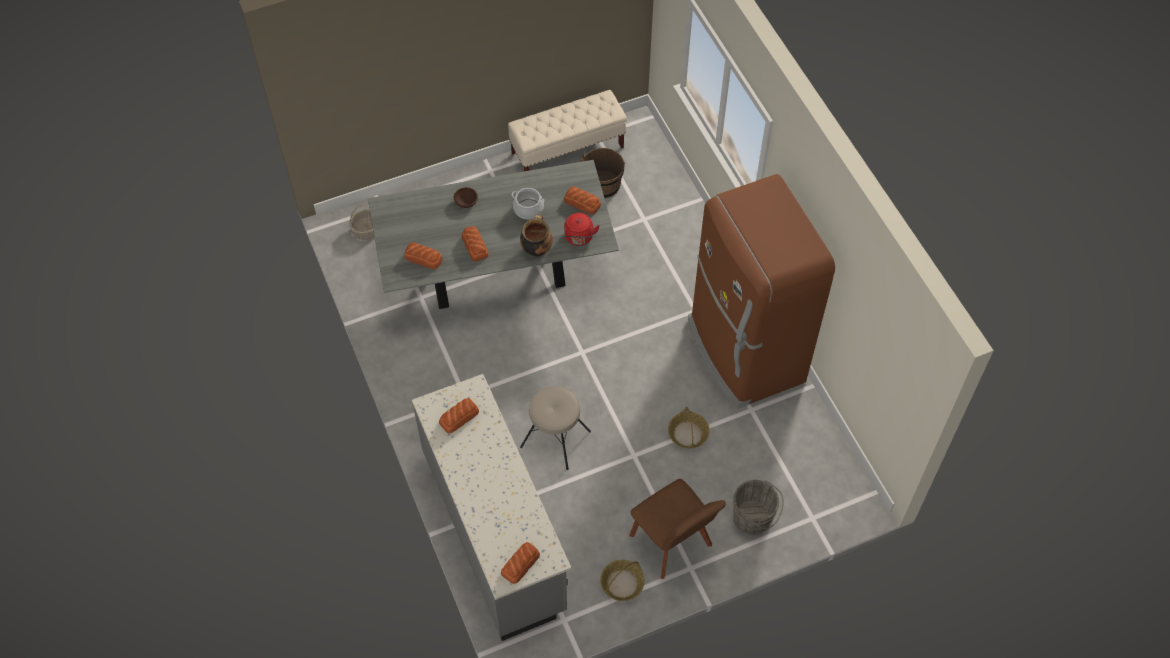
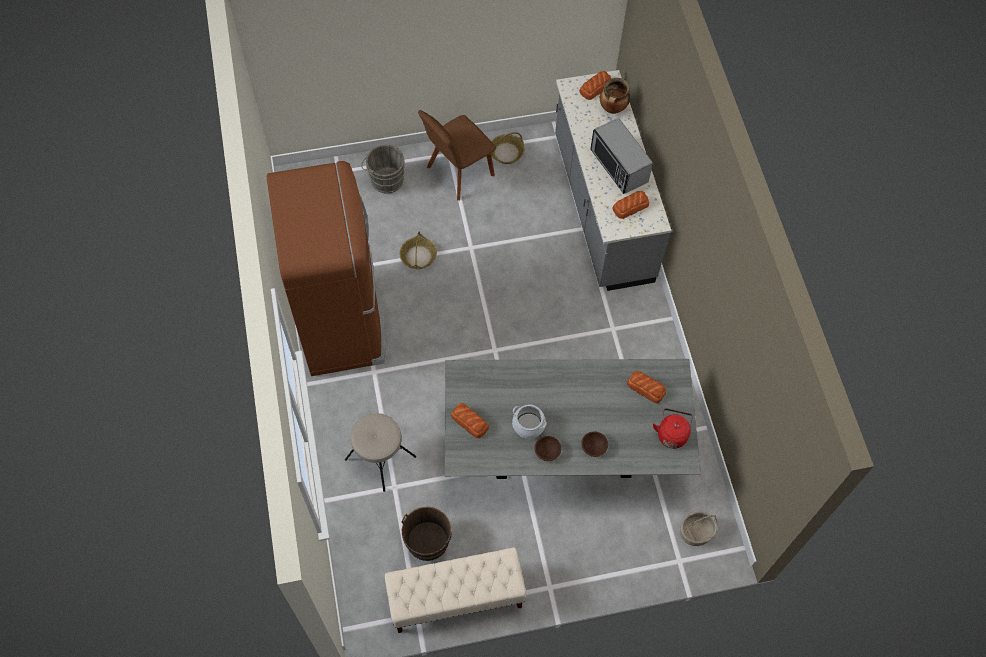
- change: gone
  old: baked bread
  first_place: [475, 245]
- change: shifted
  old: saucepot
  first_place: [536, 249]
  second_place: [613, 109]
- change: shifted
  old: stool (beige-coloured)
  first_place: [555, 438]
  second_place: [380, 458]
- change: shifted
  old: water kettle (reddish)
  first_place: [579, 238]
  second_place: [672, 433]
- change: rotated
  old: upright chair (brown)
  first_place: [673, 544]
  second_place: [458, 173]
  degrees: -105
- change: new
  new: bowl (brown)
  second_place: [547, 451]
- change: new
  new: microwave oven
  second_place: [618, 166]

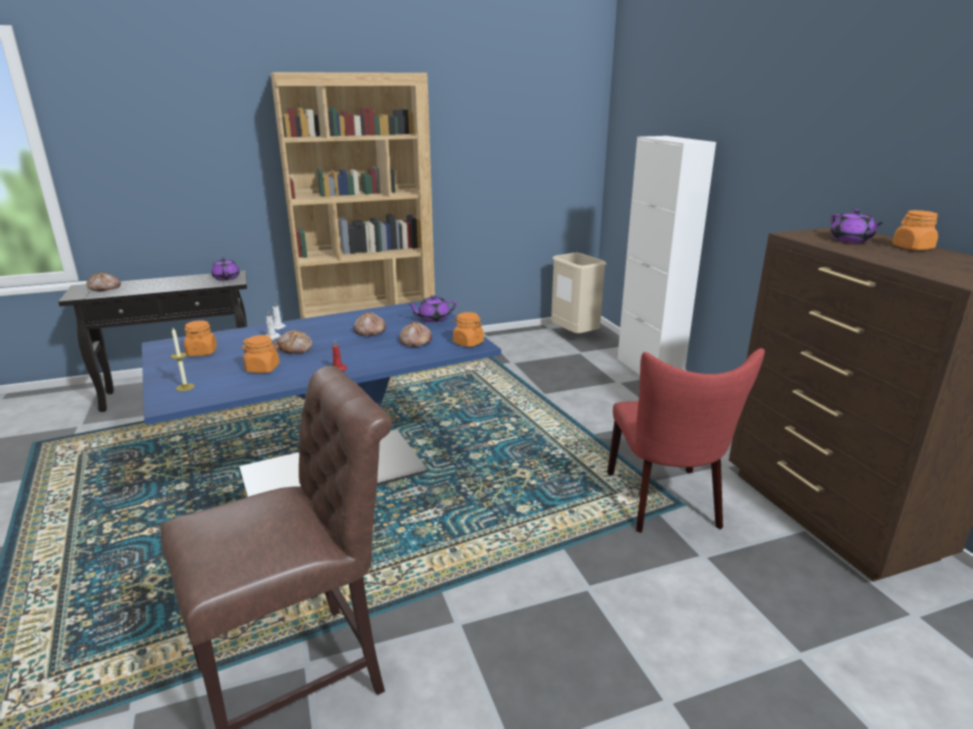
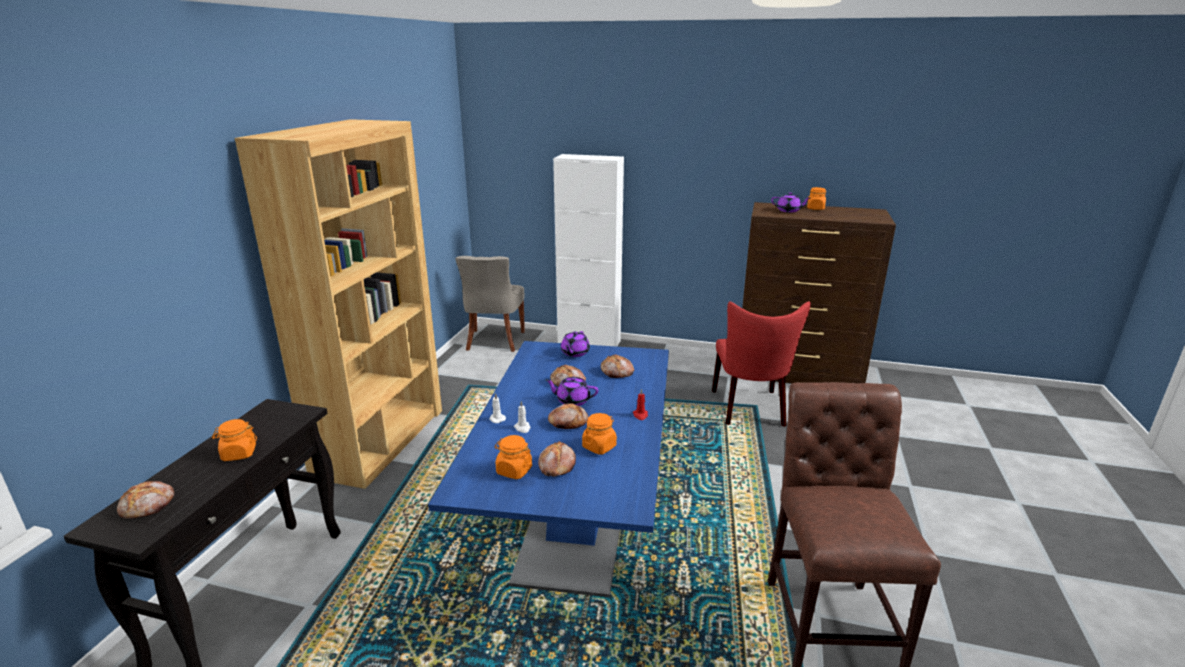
- change: gone
  old: wax light
  first_place: [185, 387]
- change: shifted
  old: teapot (purplish)
  first_place: [226, 278]
  second_place: [572, 400]
- change: shifted
  old: jar (orangey)
  first_place: [468, 343]
  second_place: [239, 454]
- change: swapped
  old: waste bin (beige-coloured)
  new: upright chair (grey)
  first_place: [574, 335]
  second_place: [494, 341]
- change: rotated
  old: upright chair (reddish)
  first_place: [666, 504]
  second_place: [750, 410]
  degrees: 60
- change: new
  new: baked bread
  second_place: [556, 466]

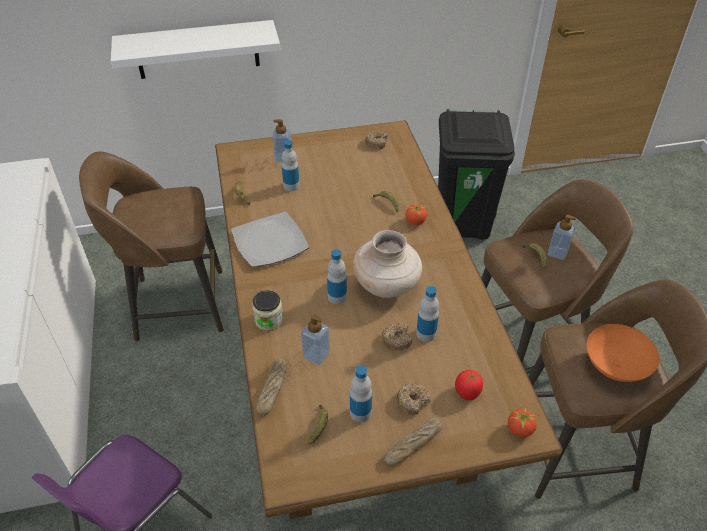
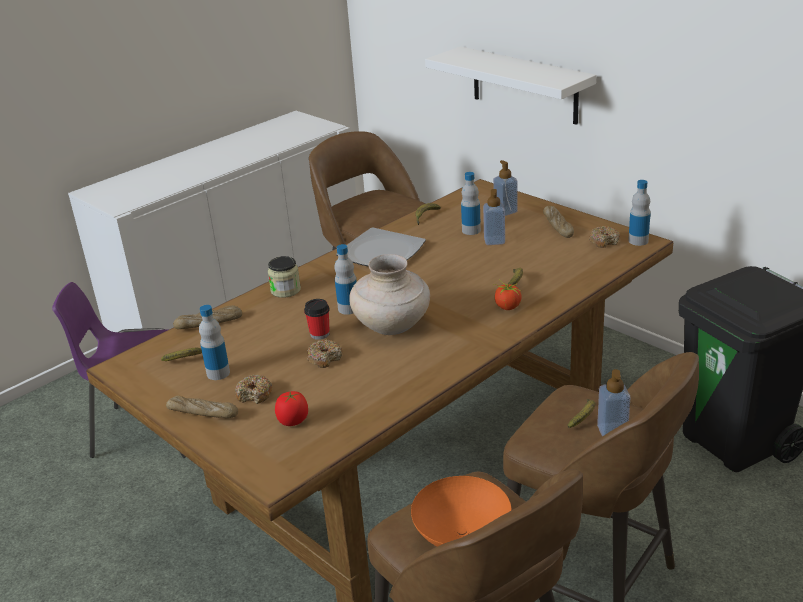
- change: shifted
  old: liquid soap bottle
  first_place: [316, 355]
  second_place: [494, 241]
- change: shifted
  old: drink bottle
  first_place: [426, 334]
  second_place: [638, 241]
- change: gone
  old: fresh tomato
  first_place: [519, 430]
- change: new
  new: drinking cup
  second_place: [320, 334]
- change: new
  new: baked bread
  second_place: [558, 226]

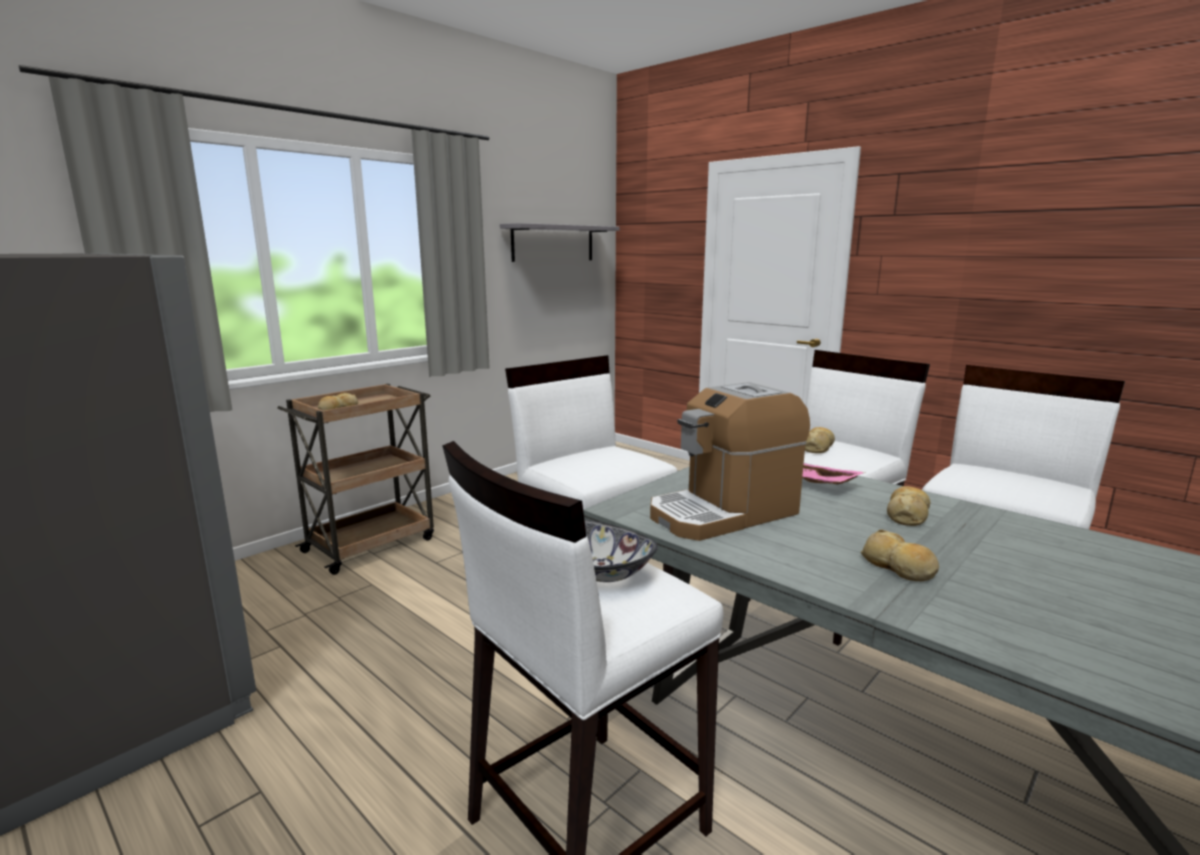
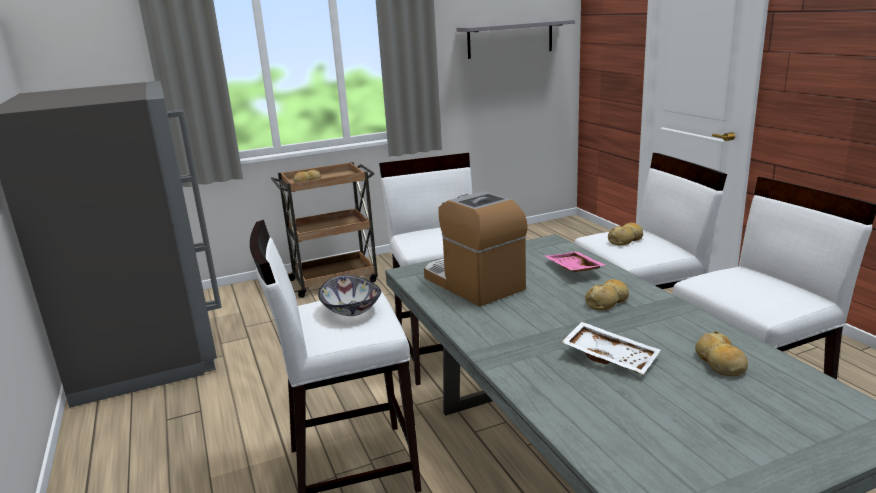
- change: rotated
  old: coffee maker
  first_place: [724, 513]
  second_place: [473, 283]
  degrees: 60
- change: shifted
  old: baked bread
  first_place: [898, 567]
  second_place: [720, 363]
- change: new
  new: carrying tray (whitish)
  second_place: [611, 356]

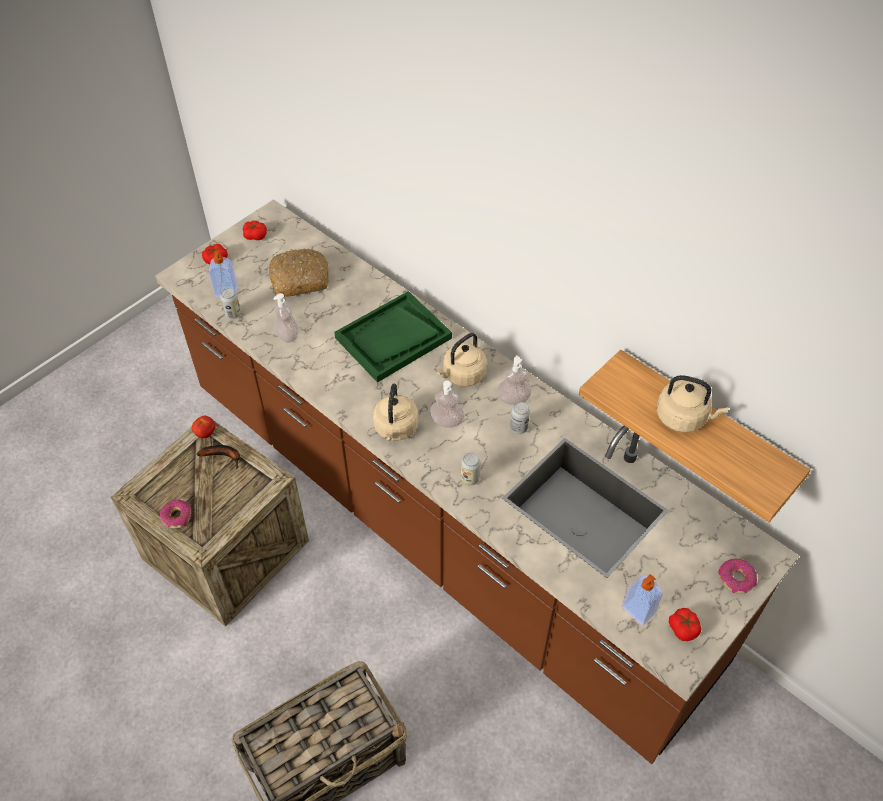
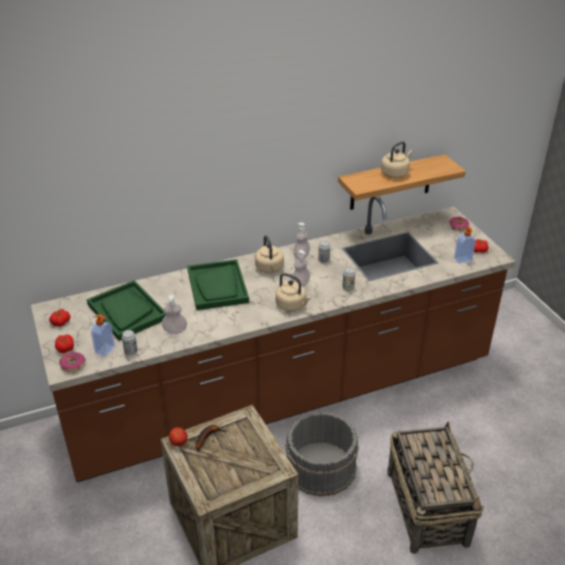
- change: shifted
  old: donut
  first_place: [177, 516]
  second_place: [73, 365]
- change: swapped
  old: baked bread
  new: carrying tray (greenish)
  first_place: [300, 279]
  second_place: [127, 311]
- change: new
  new: pail (grey)
  second_place: [320, 466]

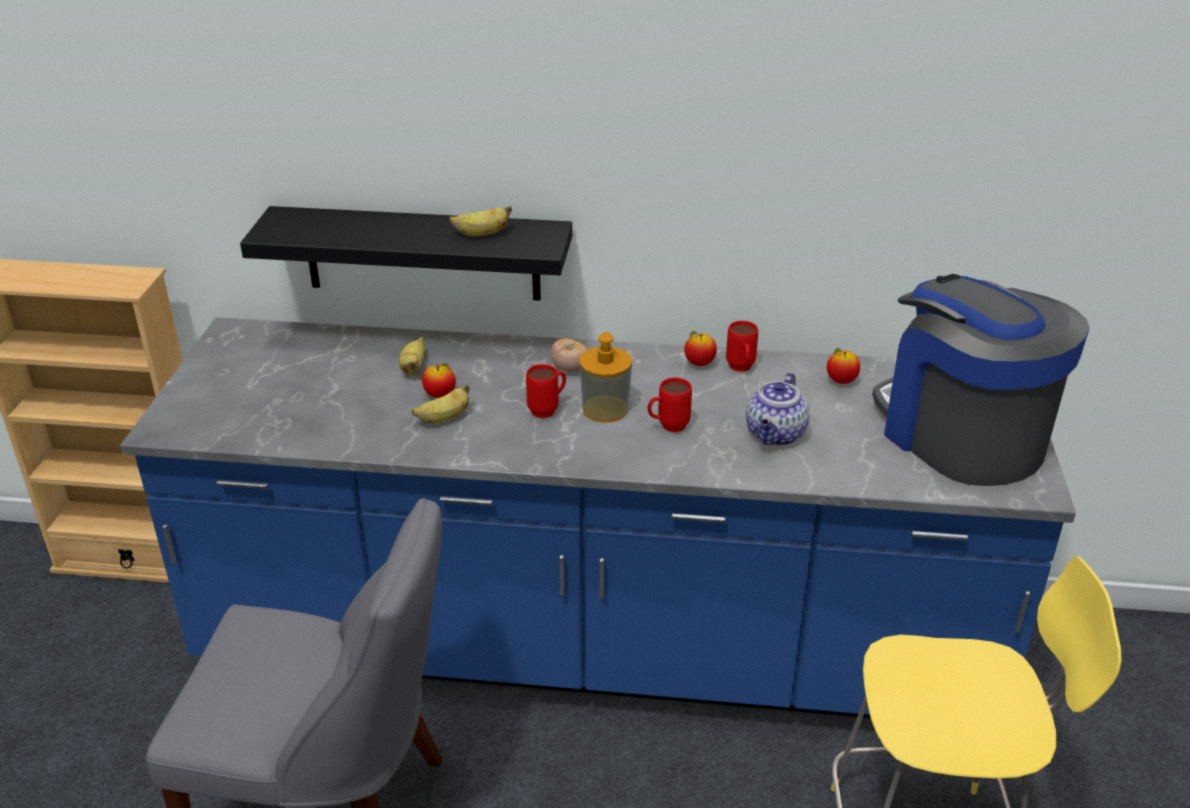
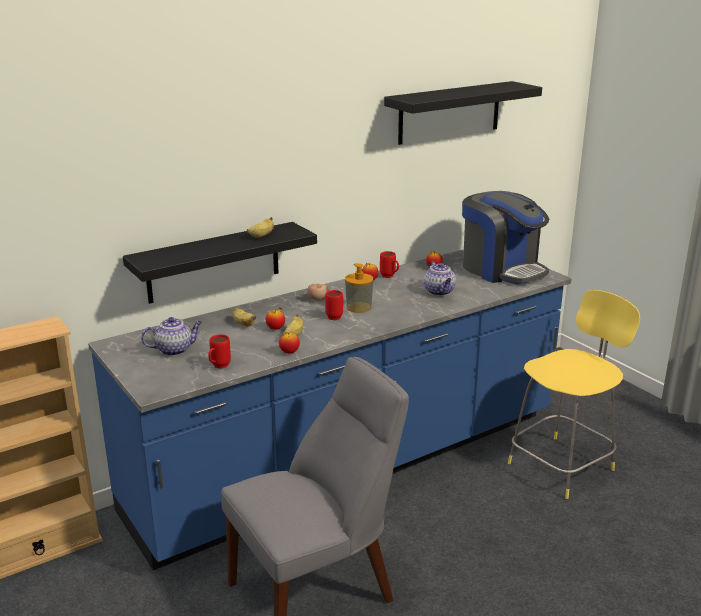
- change: shifted
  old: tea mug (reddish)
  first_place: [667, 427]
  second_place: [218, 367]
- change: rotated
  old: coffee maker
  first_place: [960, 435]
  second_place: [502, 269]
  degrees: -150
- change: new
  new: teapot
  second_place: [174, 350]
- change: new
  new: whole apple
  second_place: [289, 352]
- change: new
  new: shelf (black)
  second_place: [449, 112]

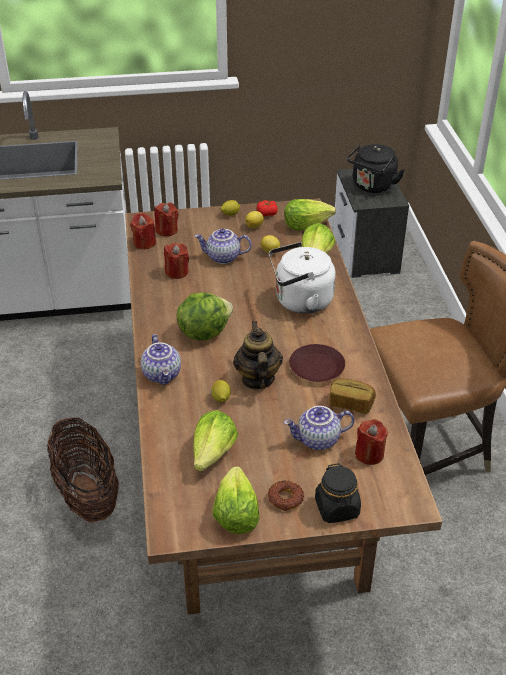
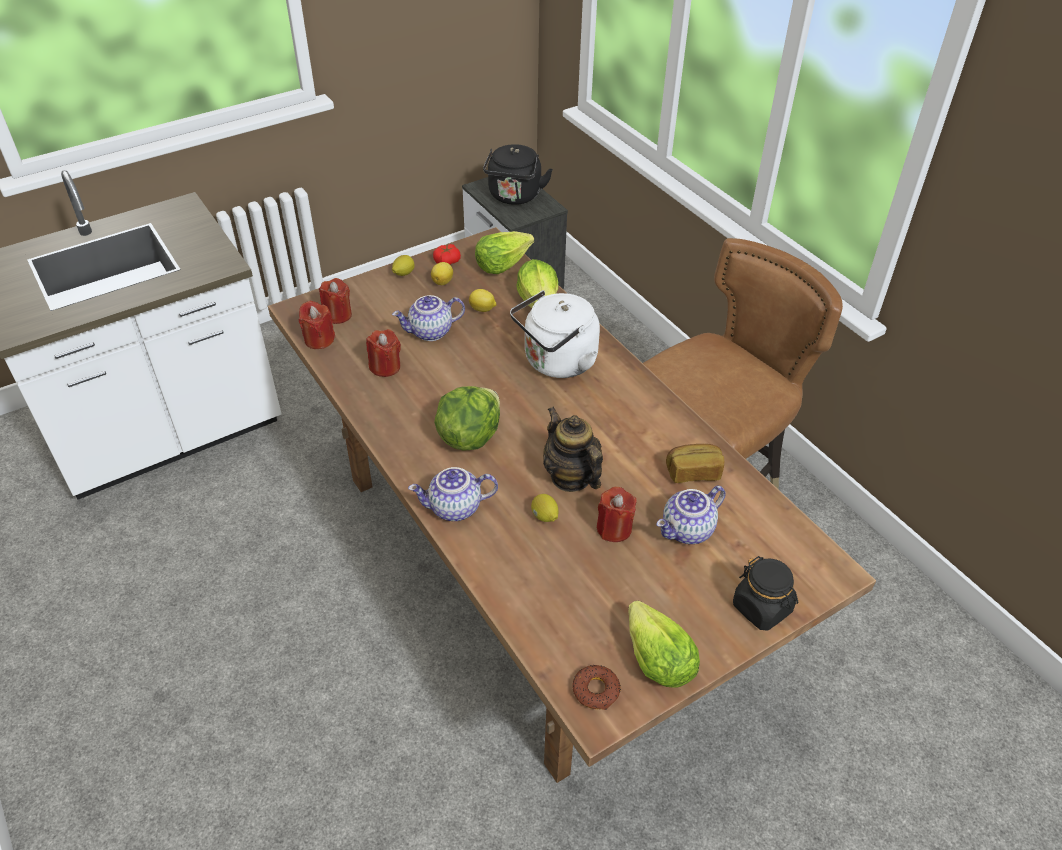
- change: gone
  old: household basket
  first_place: [87, 494]
- change: rotated
  old: teapot
  first_place: [163, 374]
  second_place: [454, 509]
  degrees: 120
- change: gone
  old: head of lettuce
  first_place: [213, 453]
- change: shifted
  old: donut
  first_place: [285, 498]
  second_place: [596, 690]
- change: gone
  old: flat dish (brown)
  first_place: [316, 368]
- change: shifted
  old: wax light (reddish)
  first_place: [369, 454]
  second_place: [614, 528]

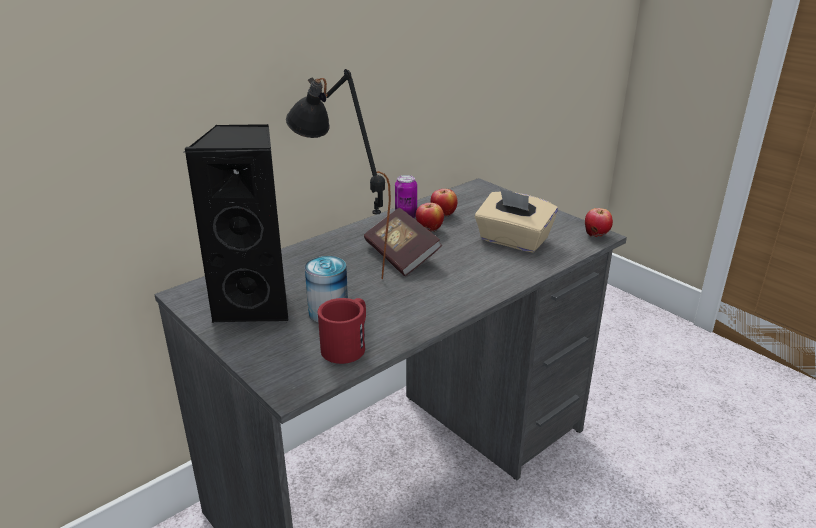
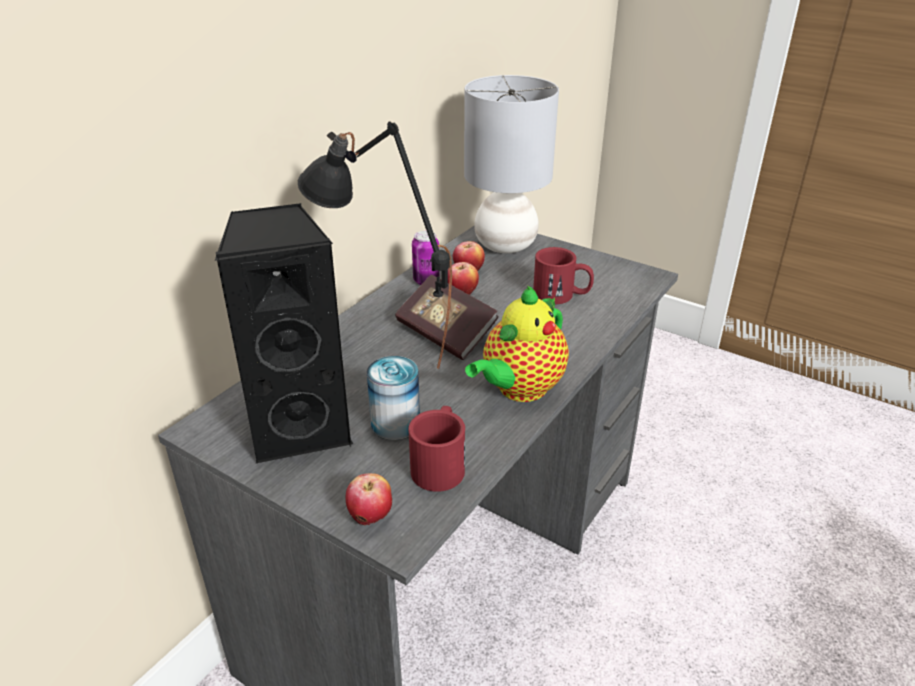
- change: swapped
  old: tissue holder (beige-coloured)
  new: tea mug (reddish)
  first_place: [513, 240]
  second_place: [562, 295]
- change: shifted
  old: whole apple
  first_place: [596, 236]
  second_place: [371, 518]
- change: new
  new: table lamp (grey)
  second_place: [504, 246]
- change: new
  new: teapot
  second_place: [519, 389]

